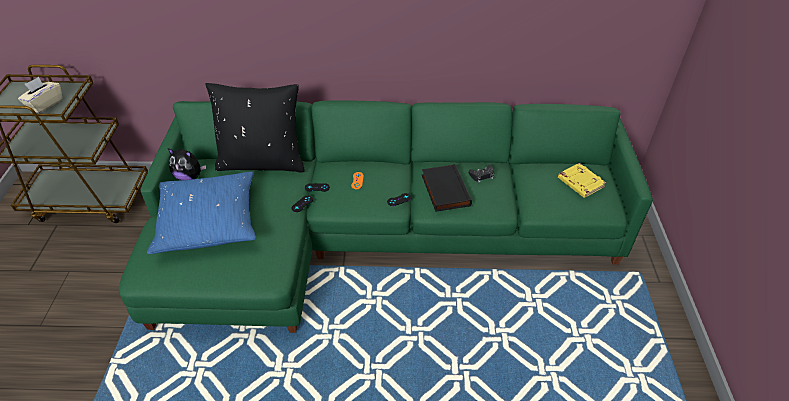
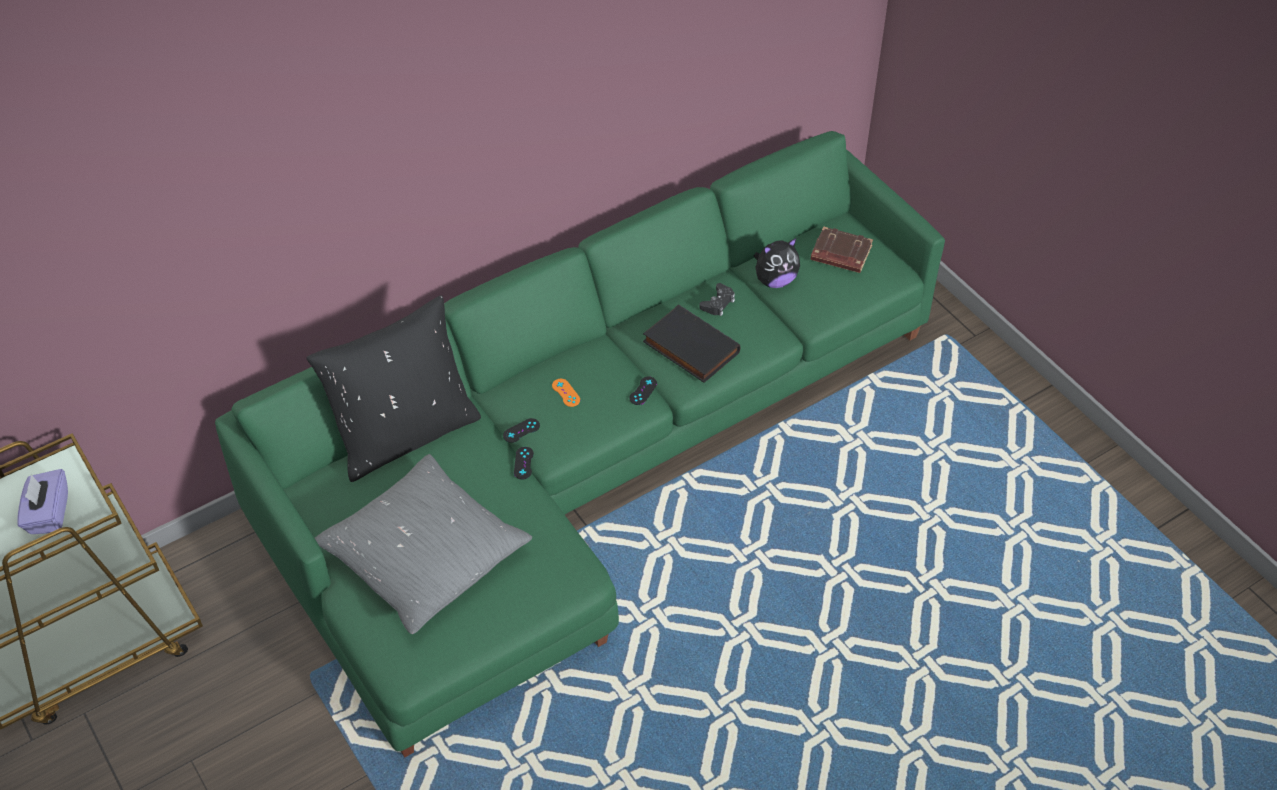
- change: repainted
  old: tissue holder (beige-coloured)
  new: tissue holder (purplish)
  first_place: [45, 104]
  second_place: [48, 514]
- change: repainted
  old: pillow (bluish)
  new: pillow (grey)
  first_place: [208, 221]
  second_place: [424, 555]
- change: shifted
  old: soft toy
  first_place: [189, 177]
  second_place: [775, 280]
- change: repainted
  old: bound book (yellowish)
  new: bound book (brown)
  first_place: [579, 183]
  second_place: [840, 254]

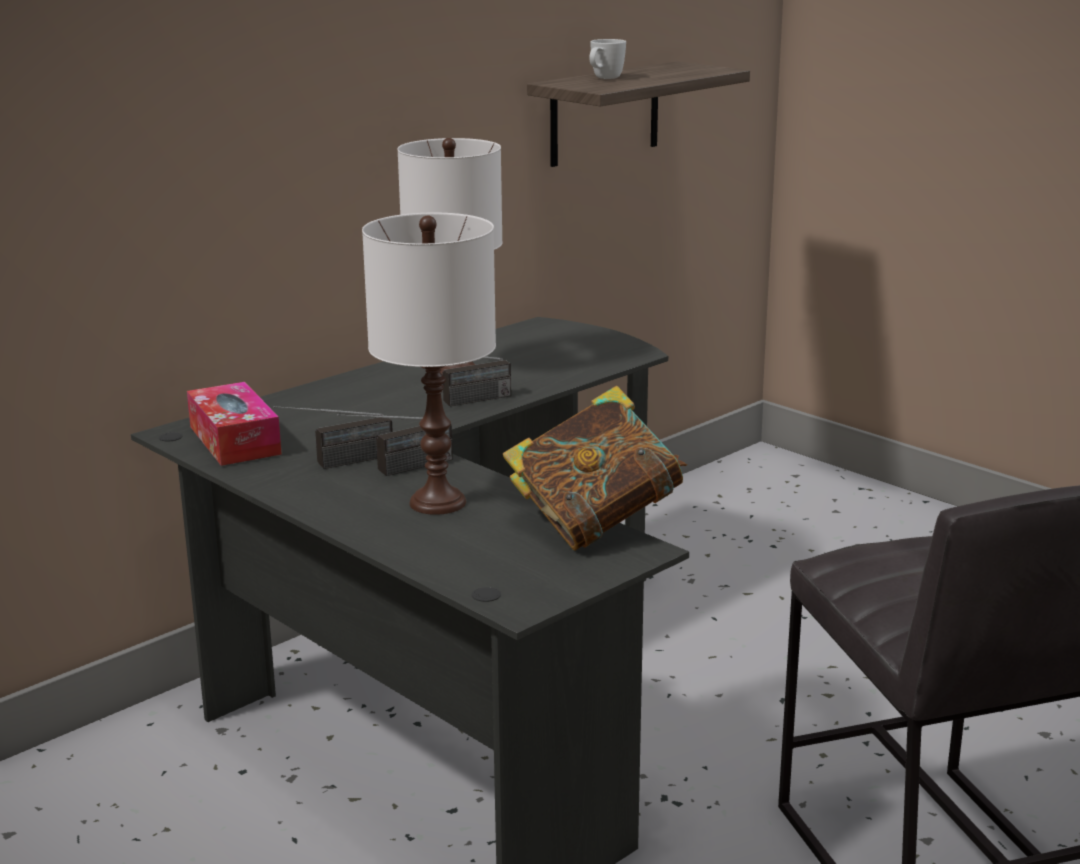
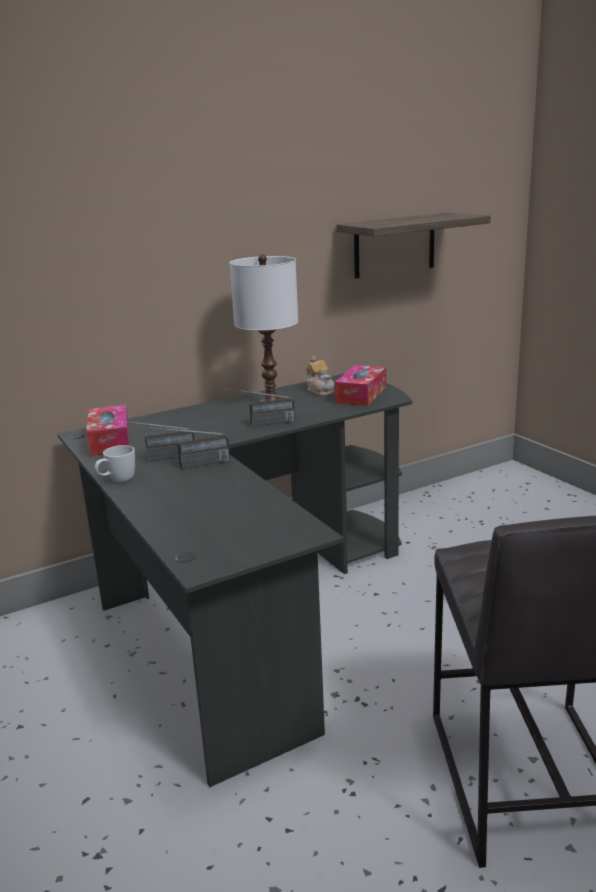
- change: gone
  old: table lamp (whitish)
  first_place: [436, 502]
- change: gone
  old: bound book
  first_place: [595, 524]
- change: shifted
  old: tea mug (whitish)
  first_place: [604, 79]
  second_place: [117, 481]
- change: new
  new: teapot
  second_place: [320, 390]
- change: new
  new: tissue holder
  second_place: [361, 395]

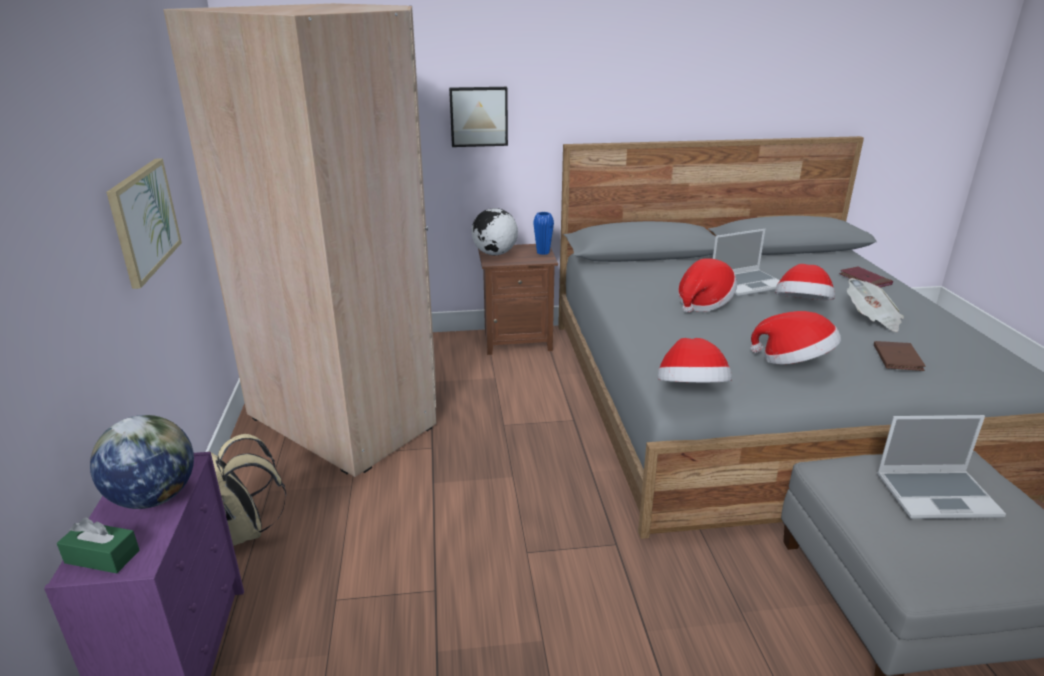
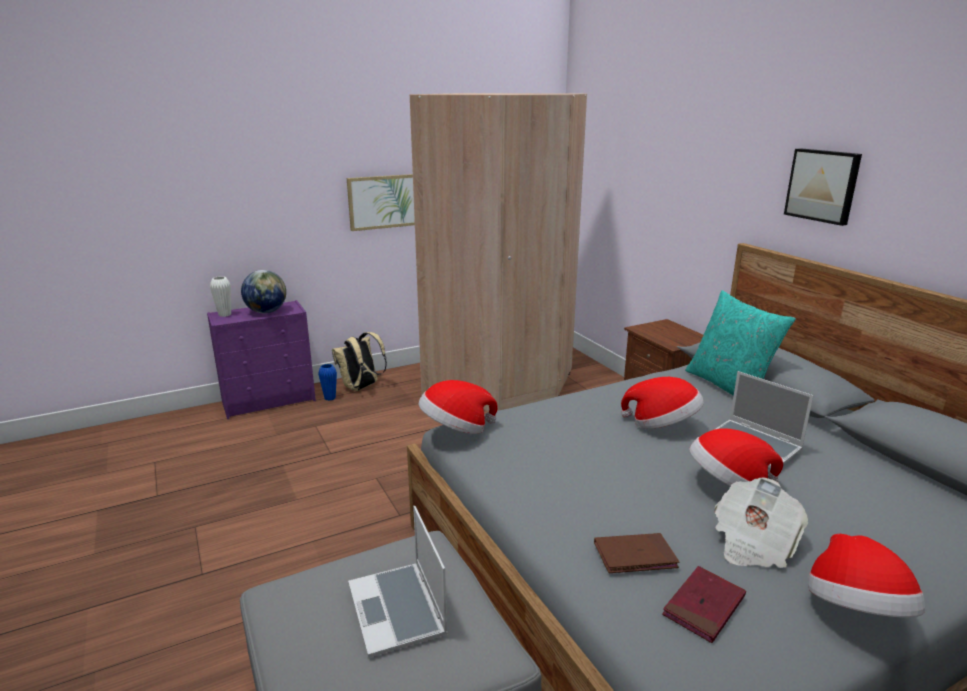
- change: swapped
  old: tissue holder (greenish)
  new: vase (whitish)
  first_place: [102, 557]
  second_place: [224, 314]
- change: shifted
  old: wall picture
  first_place: [478, 116]
  second_place: [823, 185]
- change: gone
  old: world globe
  first_place: [494, 254]
- change: shifted
  old: vase (bluish)
  first_place: [543, 252]
  second_place: [330, 398]
- change: shifted
  old: clothing hat
  first_place: [794, 361]
  second_place: [855, 611]
- change: shifted
  old: bound book (reddish)
  first_place: [865, 280]
  second_place: [704, 606]
- change: new
  new: pillow (turquoise)
  second_place: [729, 387]

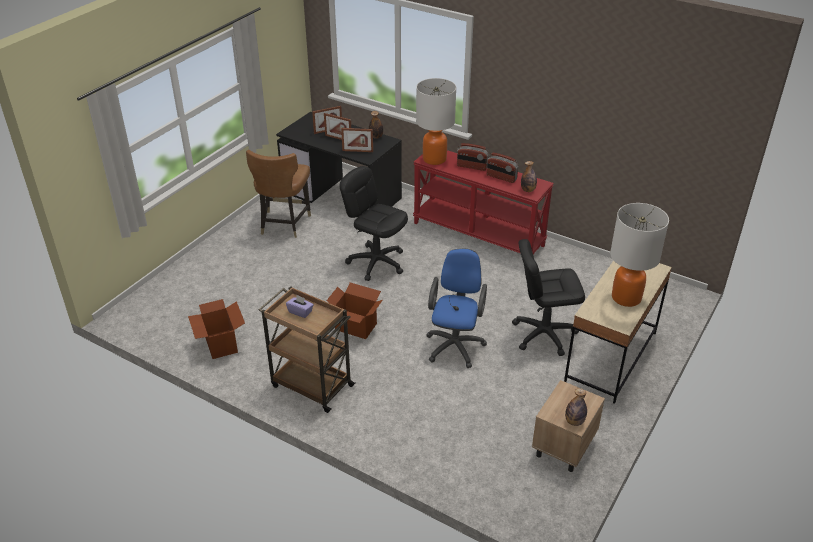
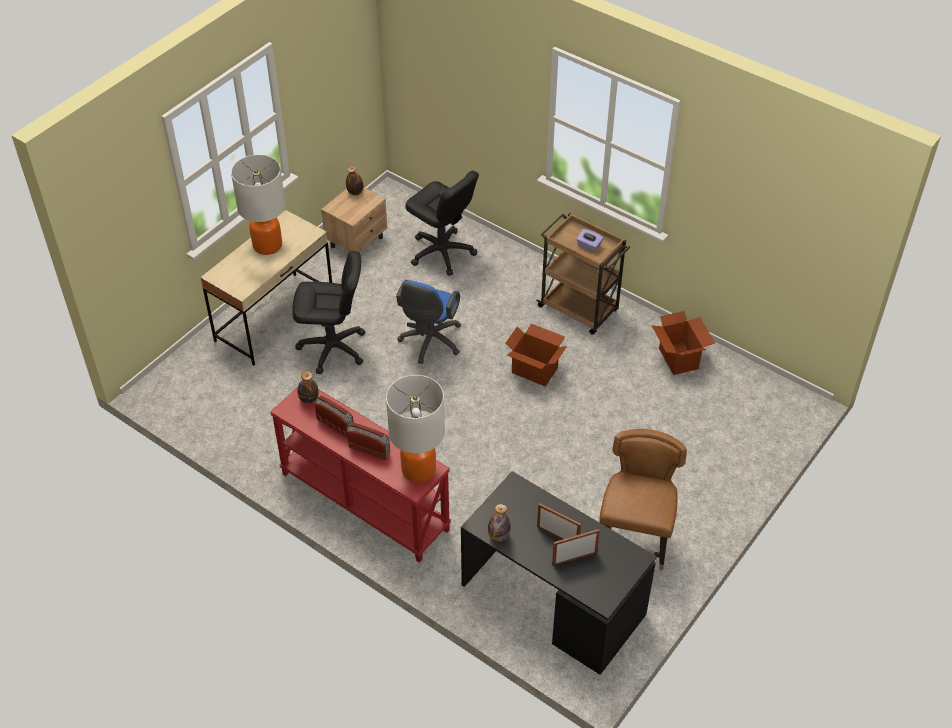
- change: shifted
  old: computer chair (black)
  first_place: [376, 262]
  second_place: [442, 253]
- change: gone
  old: picture frame
  first_place: [357, 151]

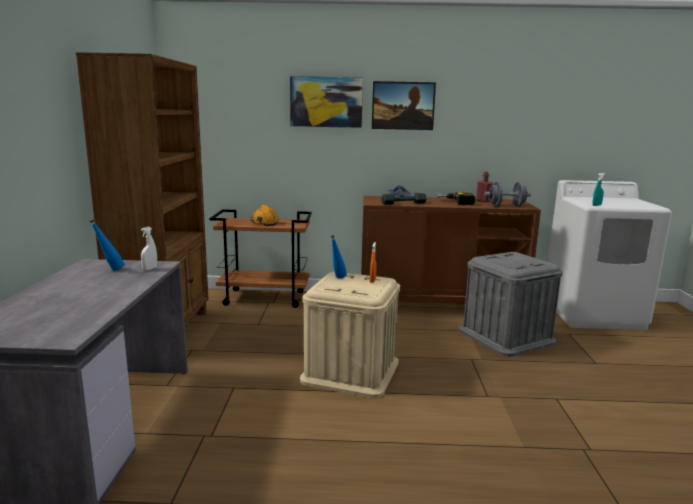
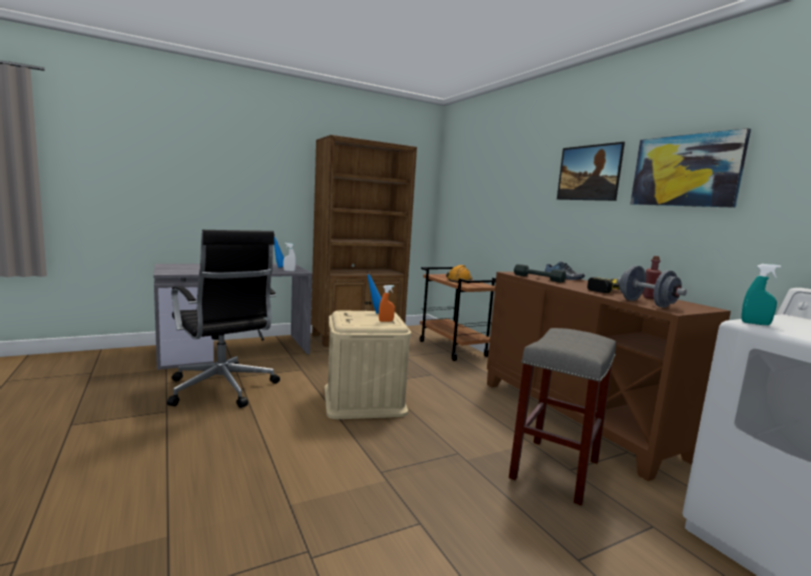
- change: shifted
  old: wall picture
  first_place: [326, 102]
  second_place: [685, 171]
- change: swapped
  old: storage bin (grey)
  new: stool (grey)
  first_place: [506, 336]
  second_place: [555, 470]
- change: new
  new: computer chair (black)
  second_place: [223, 389]

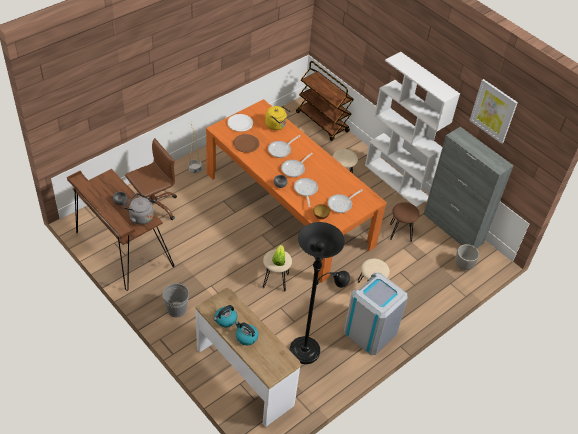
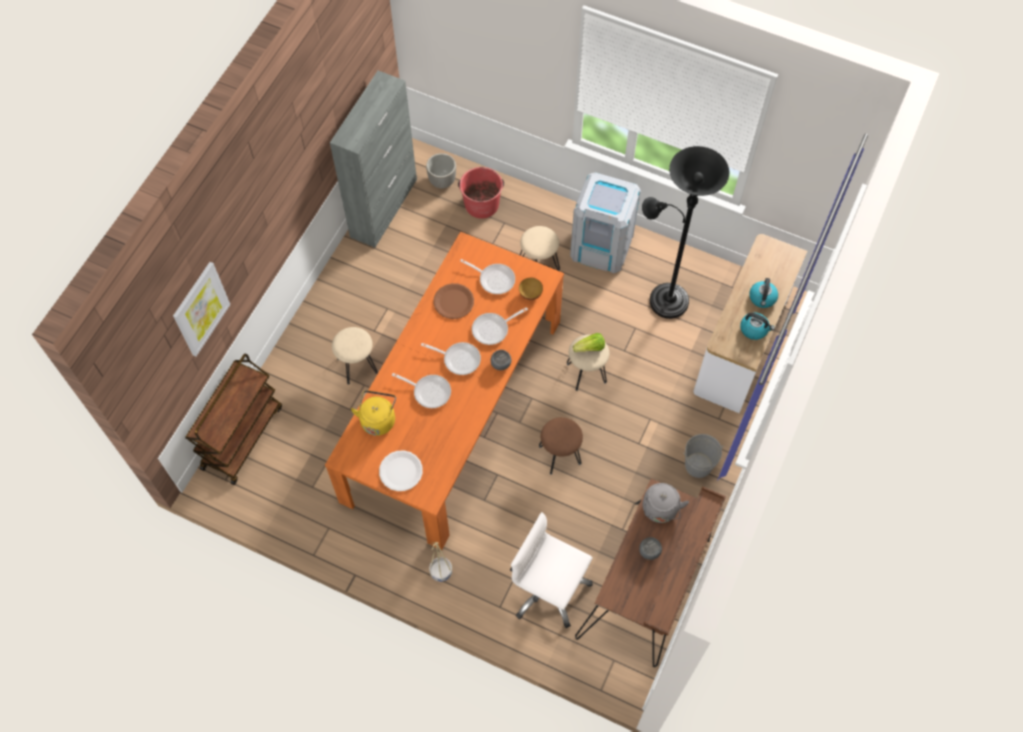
- change: repainted
  old: computer chair (brown)
  new: computer chair (whitish)
  first_place: [153, 207]
  second_place: [548, 589]
- change: shifted
  old: flat dish (brown)
  first_place: [246, 144]
  second_place: [453, 302]
- change: gone
  old: bookshelf (whitish)
  first_place: [397, 181]
- change: shifted
  old: stool (brown)
  first_place: [400, 232]
  second_place: [560, 455]
- change: shifted
  old: wall picture
  first_place: [493, 111]
  second_place: [201, 309]
- change: new
  new: pail (reddish)
  second_place: [481, 204]

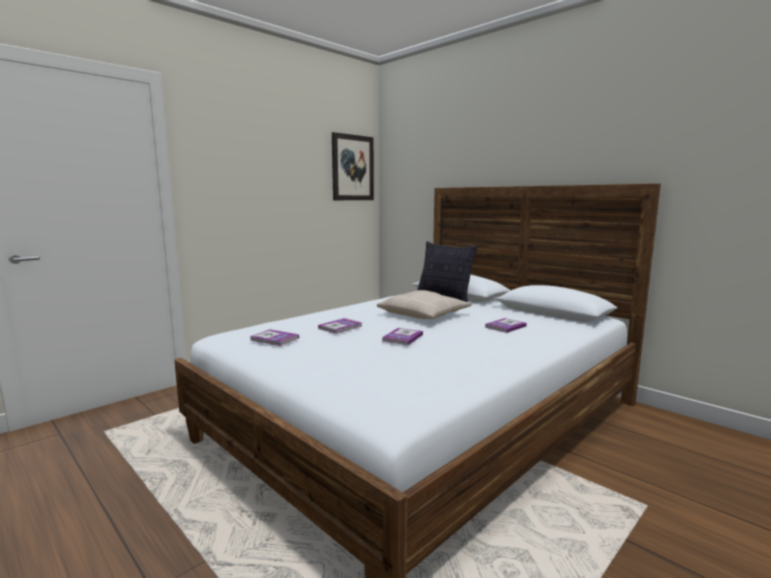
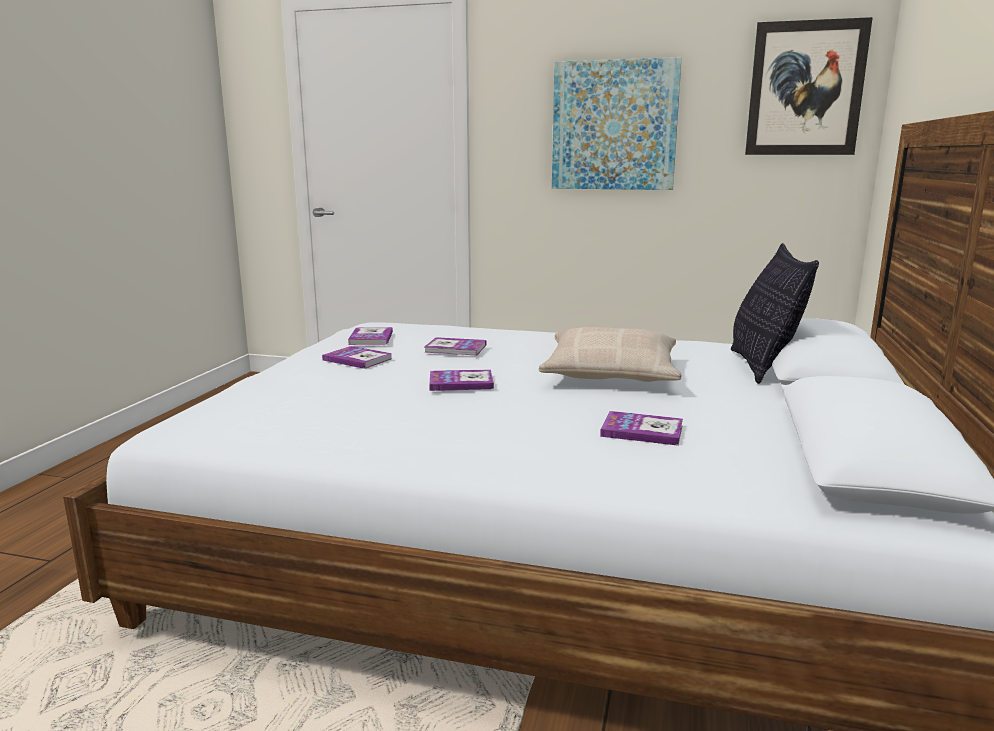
- change: new
  new: bound book
  second_place: [357, 359]
- change: new
  new: wall picture
  second_place: [614, 126]

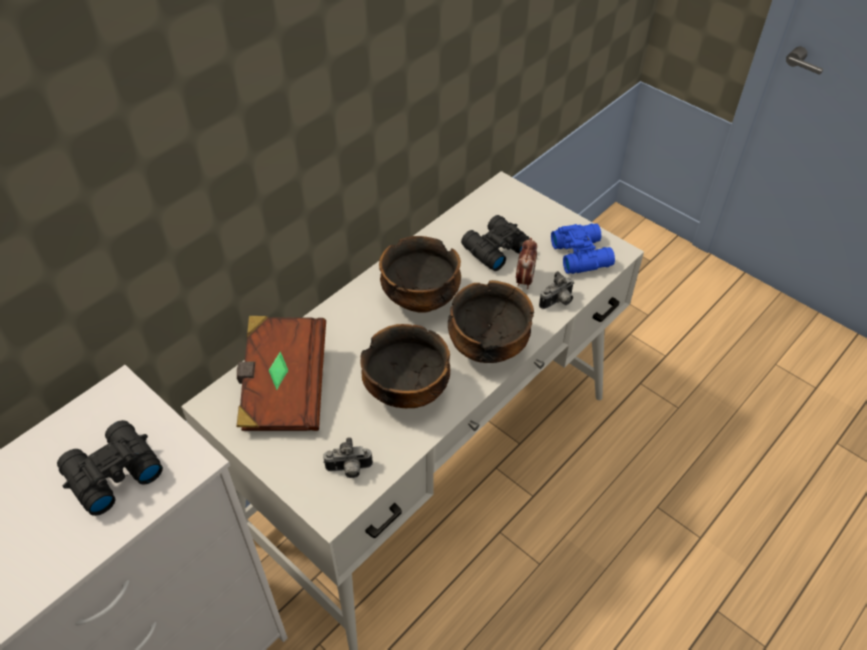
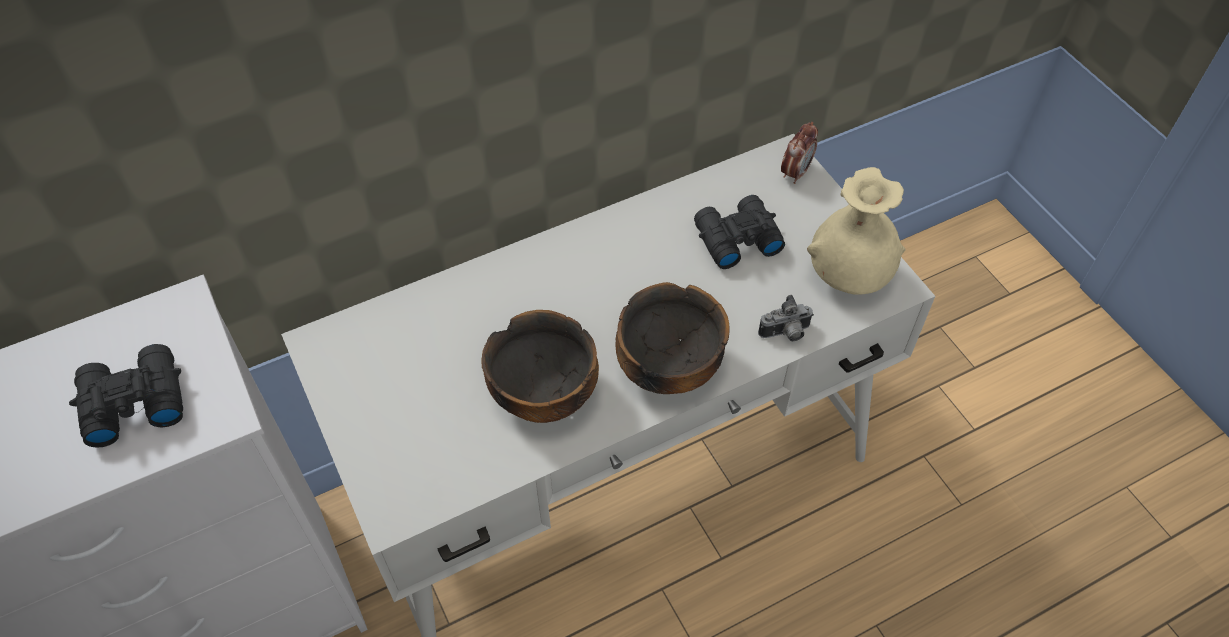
- change: gone
  old: bound book (brown)
  first_place: [283, 388]
- change: gone
  old: photo camera
  first_place: [349, 470]
- change: gone
  old: bowl
  first_place: [421, 299]
- change: shifted
  old: table clock
  first_place: [524, 280]
  second_place: [795, 172]
- change: swapped
  old: field glasses (bluish)
  new: vase (beige-coloured)
  first_place: [581, 254]
  second_place: [848, 277]

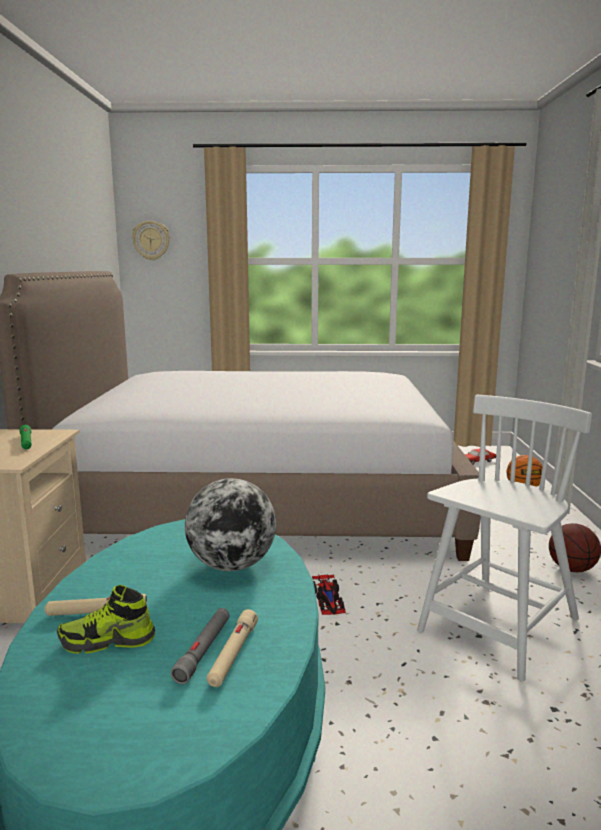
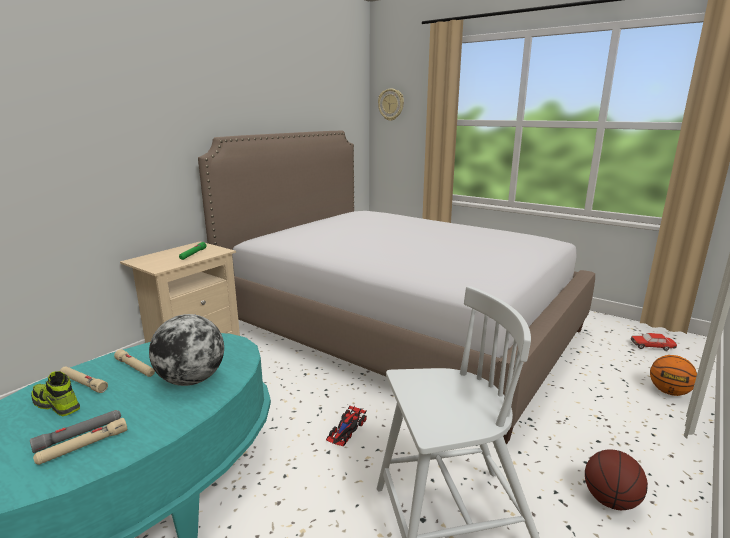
- change: new
  new: torch (beige-coloured)
  second_place: [135, 368]

